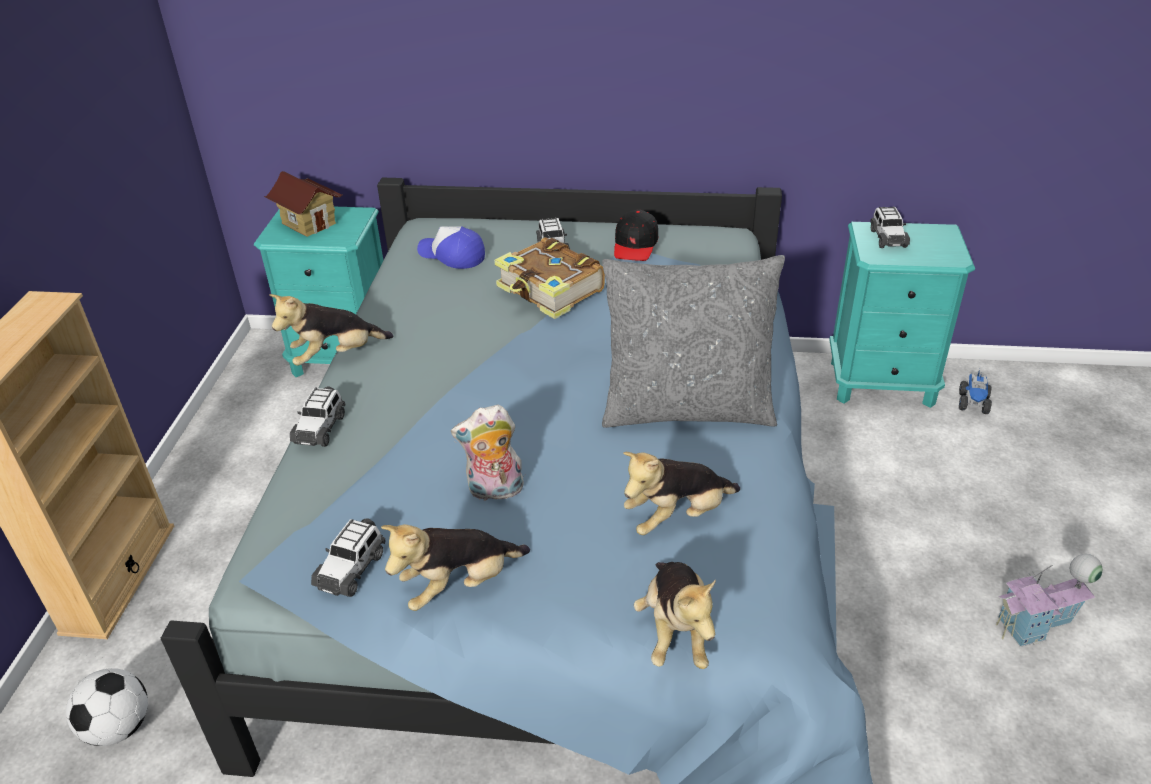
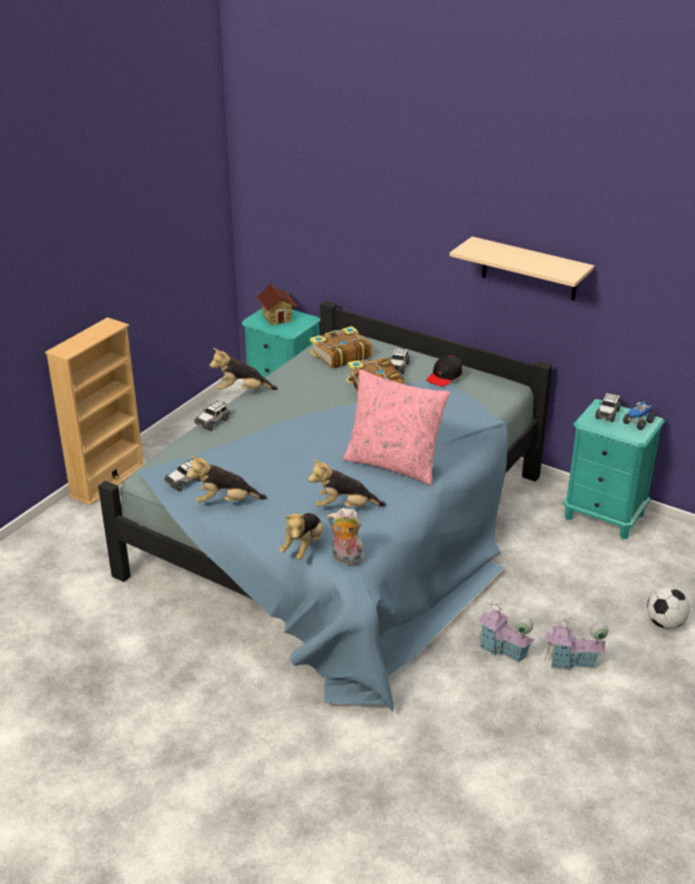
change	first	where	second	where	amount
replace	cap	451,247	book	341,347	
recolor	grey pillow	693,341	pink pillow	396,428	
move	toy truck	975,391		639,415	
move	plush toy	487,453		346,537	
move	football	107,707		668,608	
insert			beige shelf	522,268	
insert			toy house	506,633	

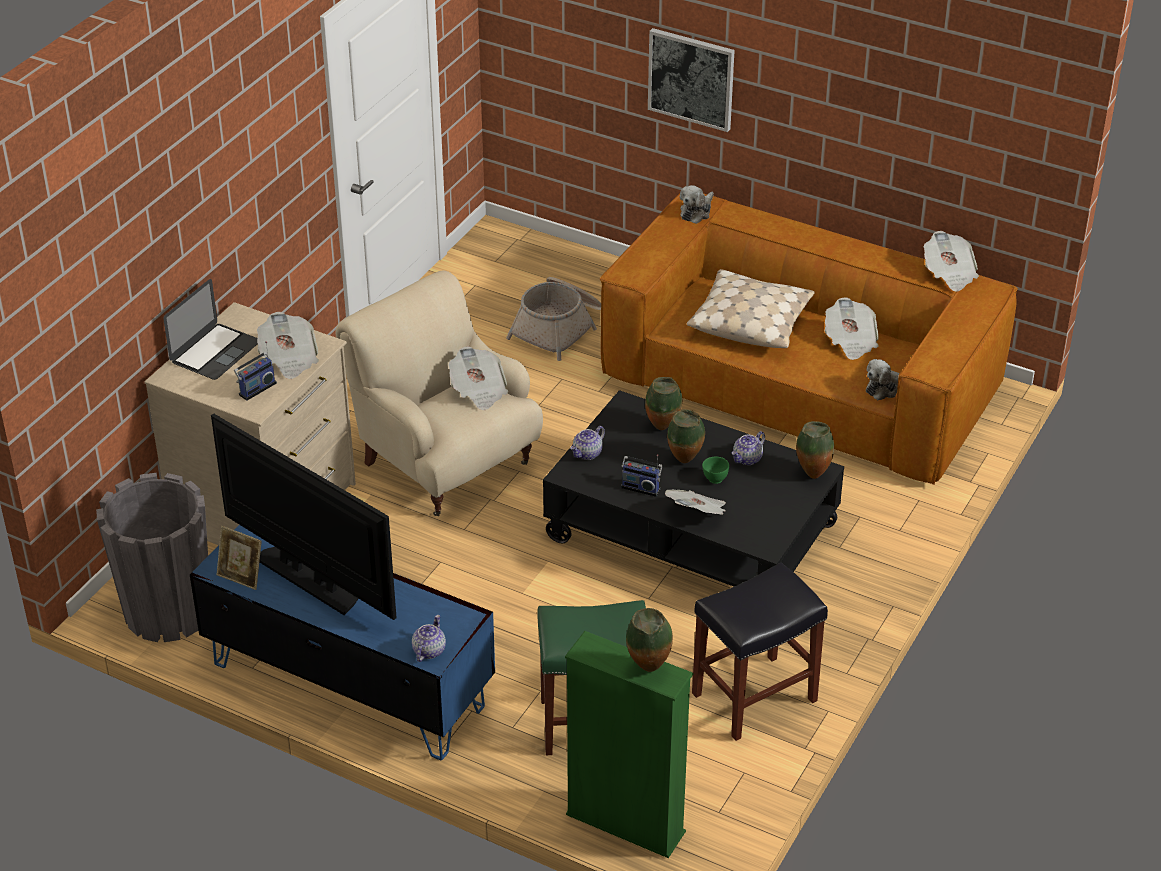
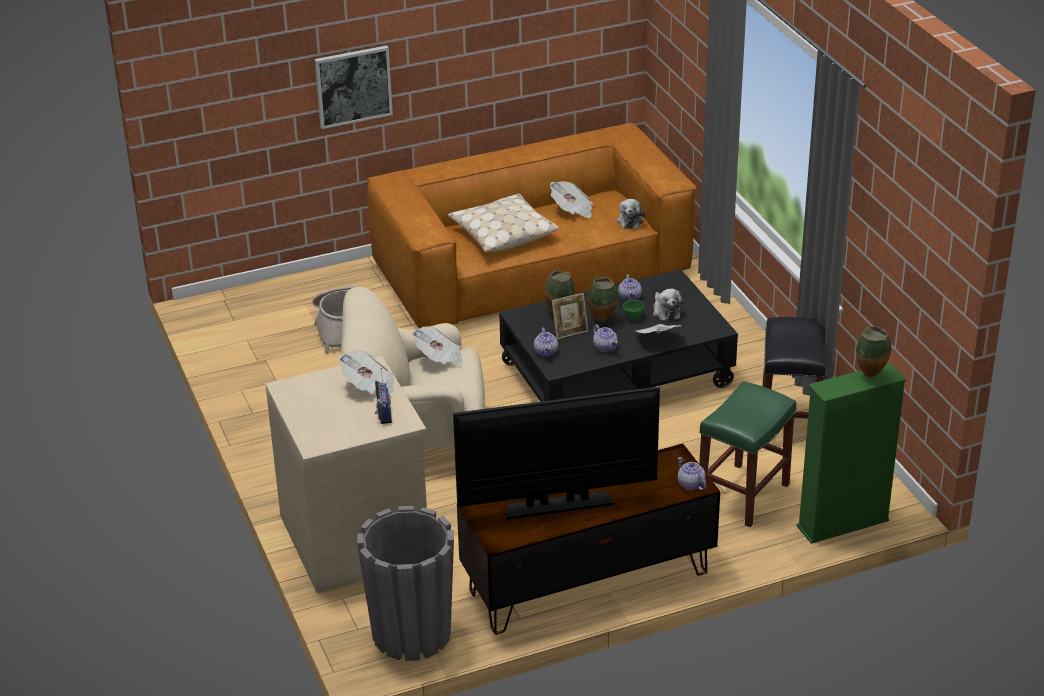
change	first	where	second	where	amount
move	plush toy	697,204		668,305	
delete	newspaper	951,261			
delete	laptop	210,329			
delete	vase	815,450			
replace	radio	642,475	teapot	605,338	
recolor	blue tv stand	342,643	brown tv stand	588,539	
move	picture frame	239,558		570,316	

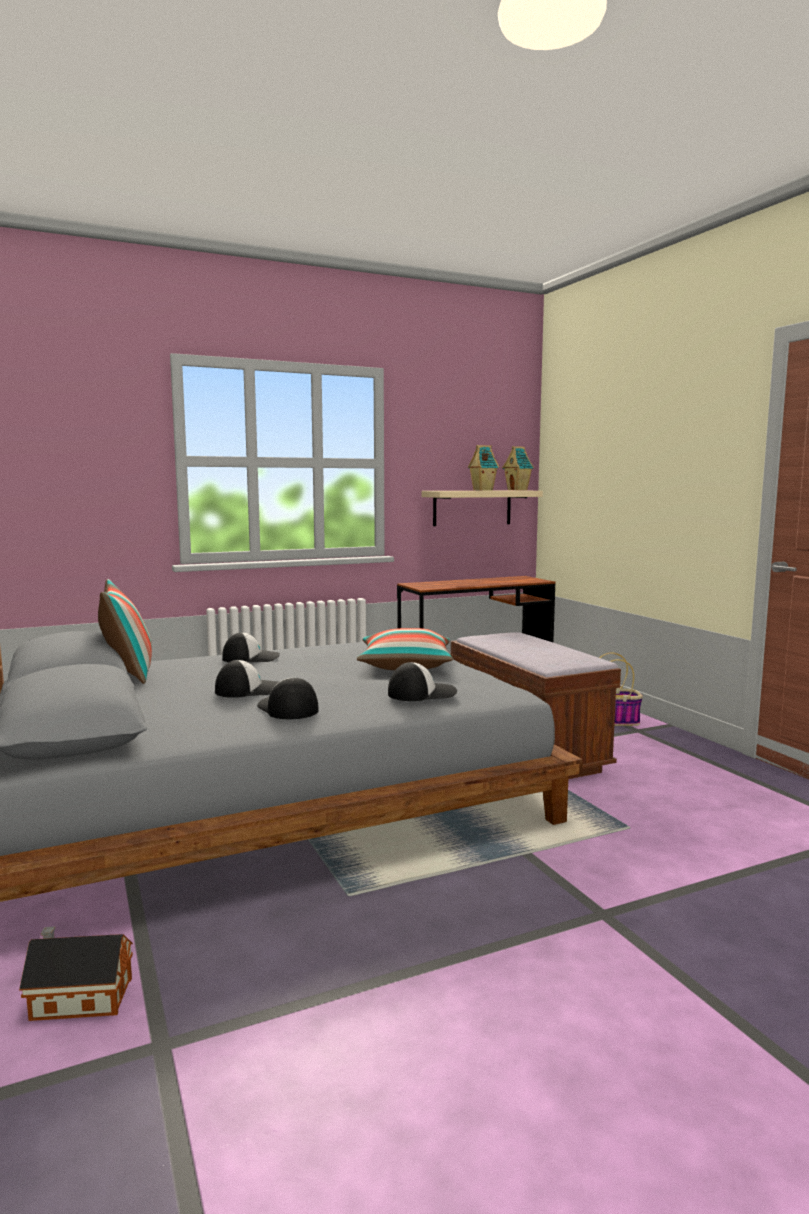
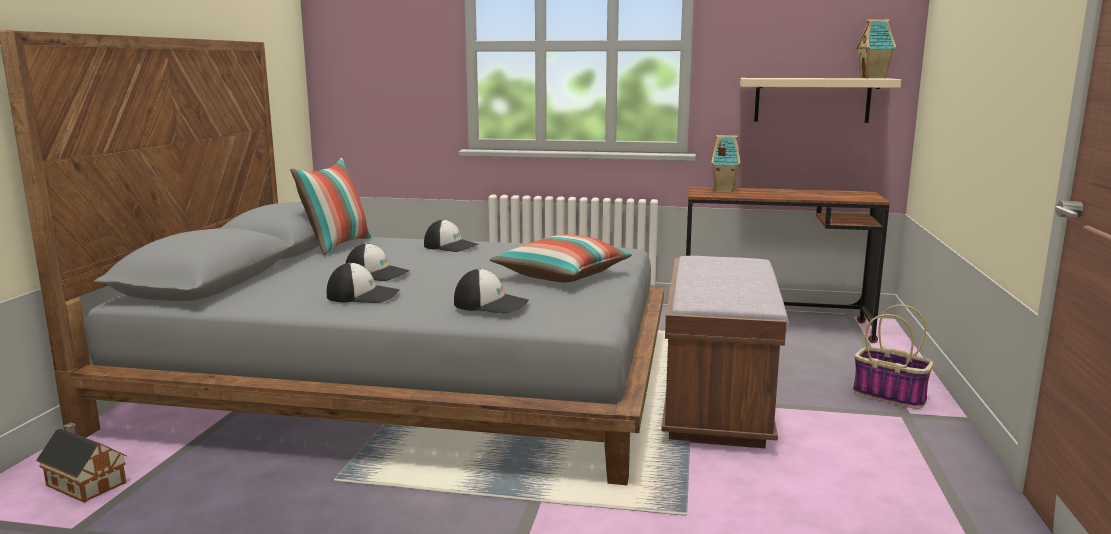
change	first	where	second	where	amount
move	toy house	483,468		725,163	
rotate	cap	288,698		363,283	90 degrees clockwise

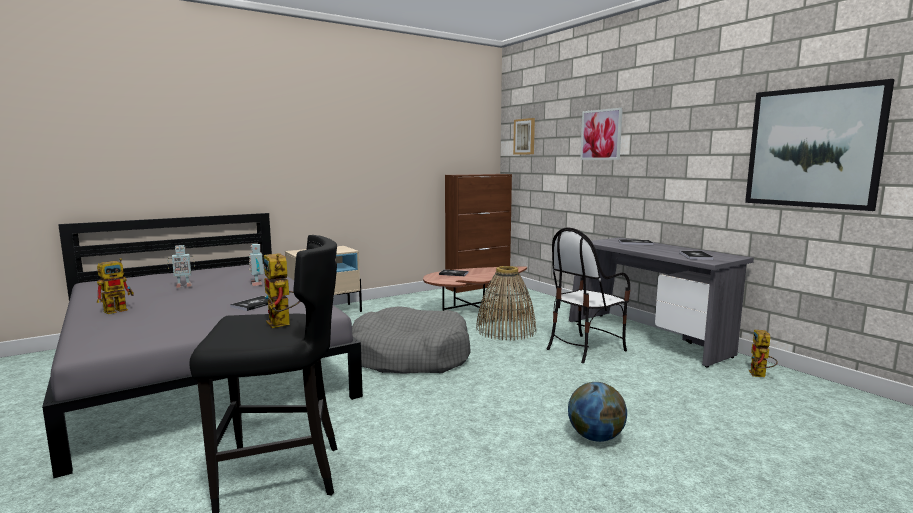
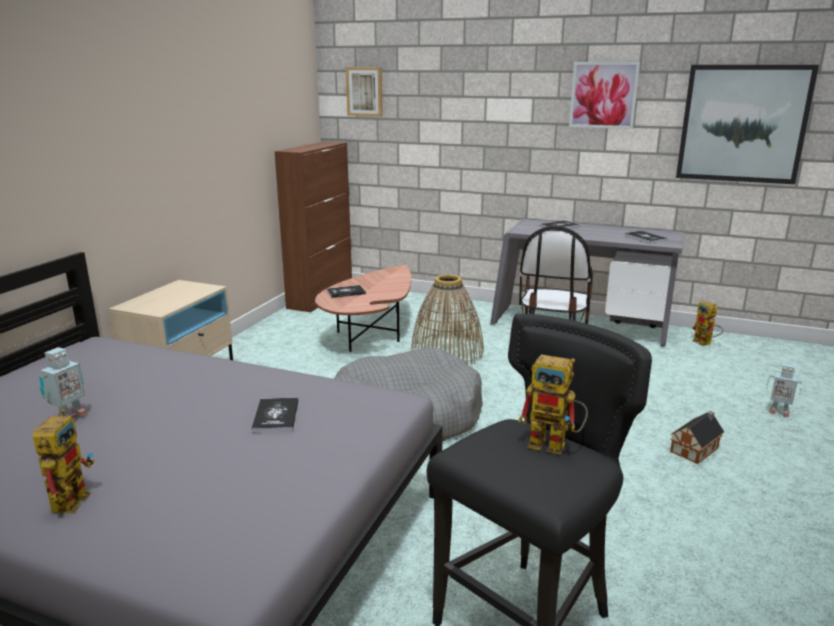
change	first	where	second	where	amount
move	picture	601,134		604,95	
move	toy robot	256,265		784,390	
replace	globe	597,412	toy house	697,437	

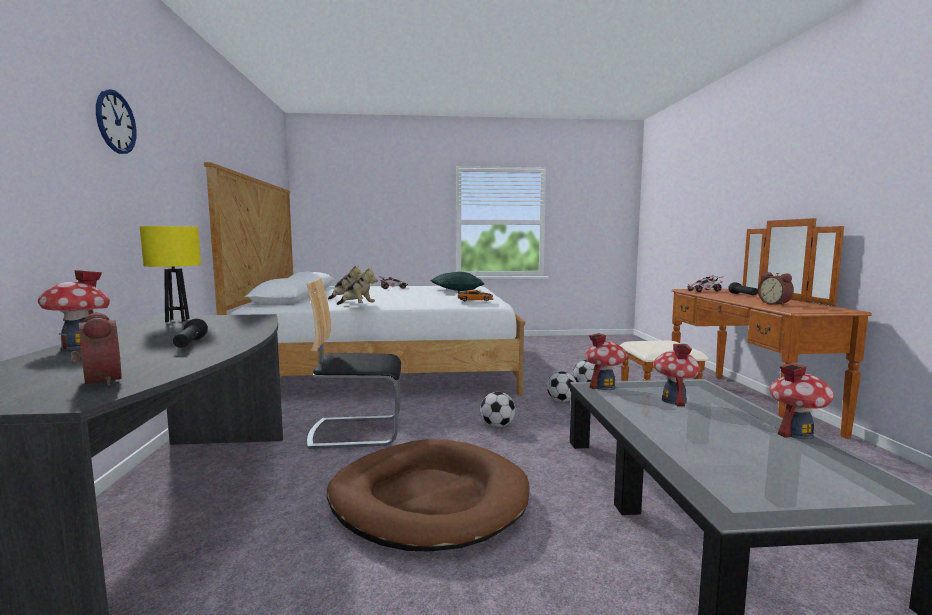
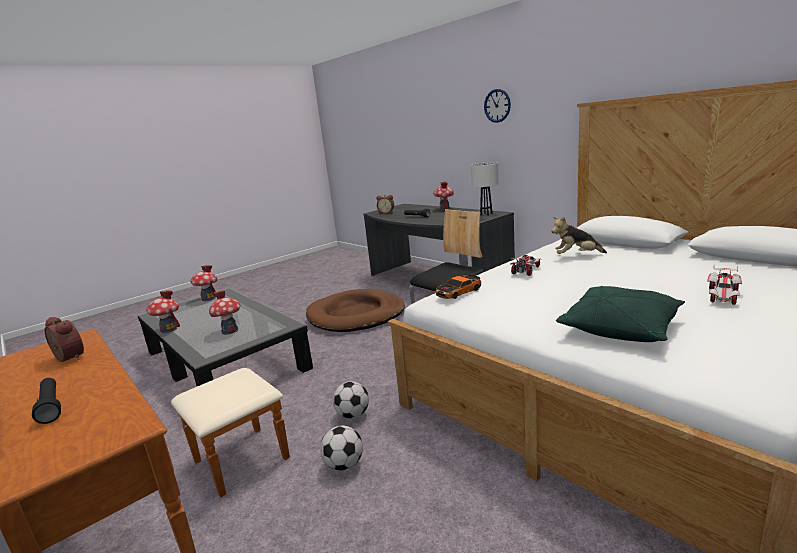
change	first	where	second	where	amount
recolor	yellow table lamp	170,274	white table lamp	485,189	
delete	plush toy	357,285			
move	toy car	705,283		525,265	
move	toy house	606,361		203,283	
delete	football	498,409			

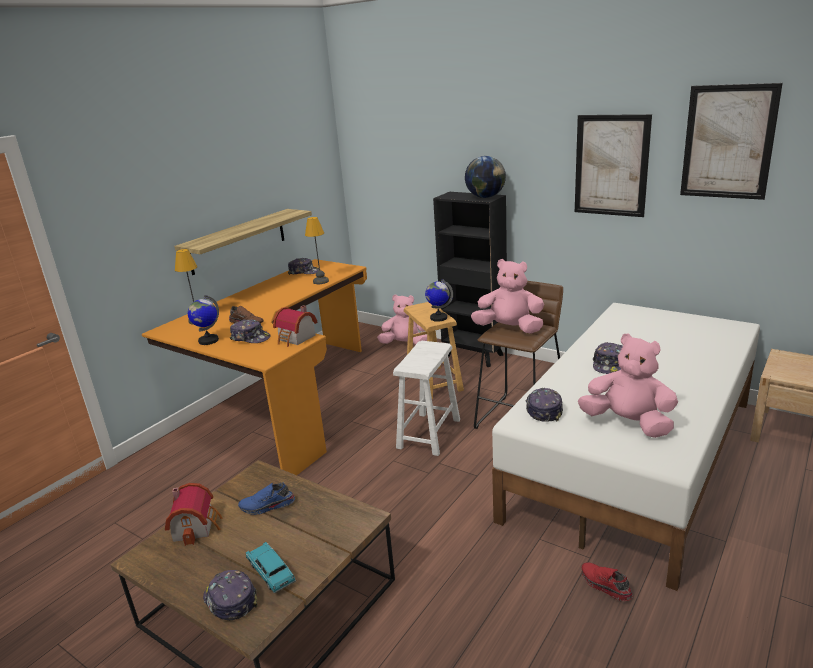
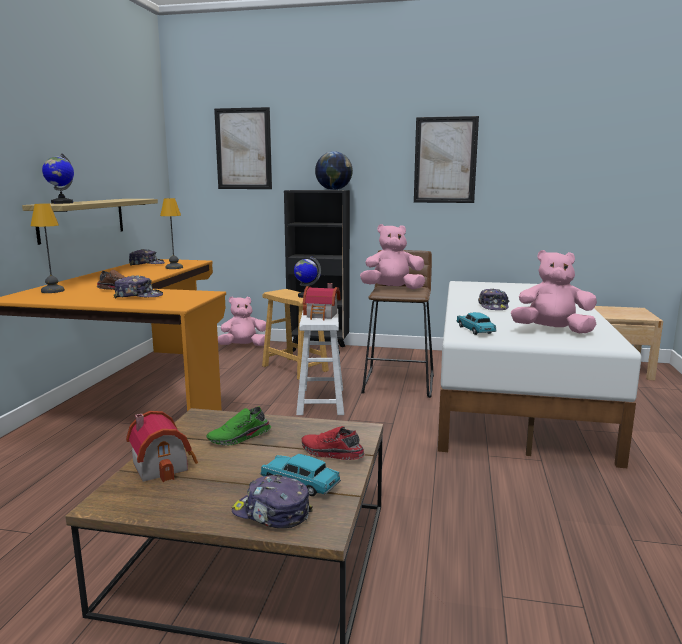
change	first	where	second	where	amount
move	picture	731,141		243,148	
move	globe	203,320		58,178	
move	toy house	295,326		322,301	
replace	cap	544,405	turquoise toy car	476,323	
recolor	blue shoe	266,498	green shoe	238,426	
move	red shoe	607,581		333,443	

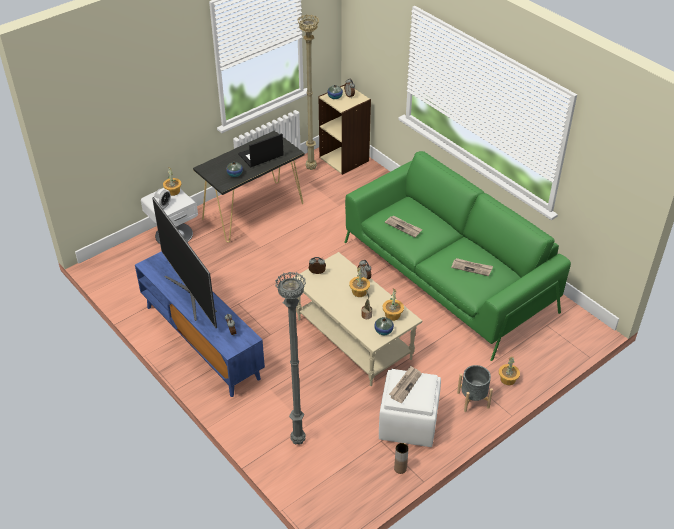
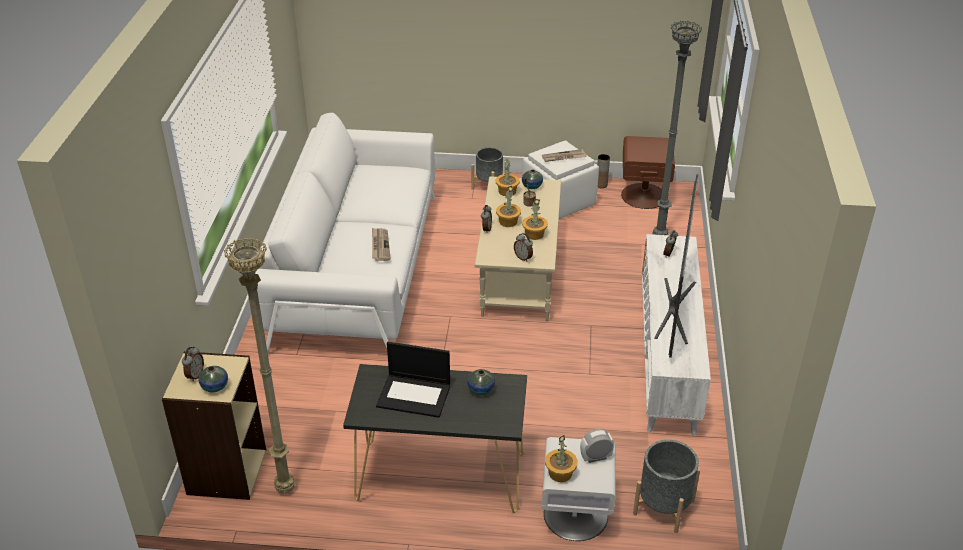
change	first	where	second	where	amount
recolor	green sofa	457,256	white sofa	345,232	
recolor	blue tv stand	200,324	white tv stand	676,335	
delete	newspaper	472,267			
move	potted plant	509,371		535,219	
insert			brown nightstand	648,172	
insert			grey planter	666,486	

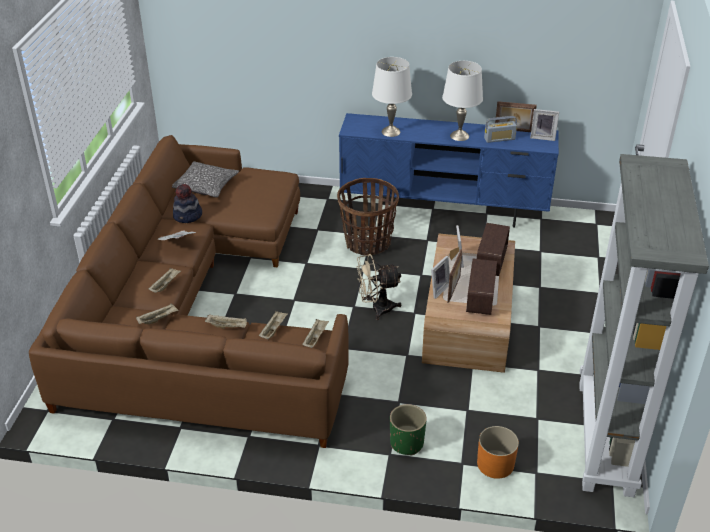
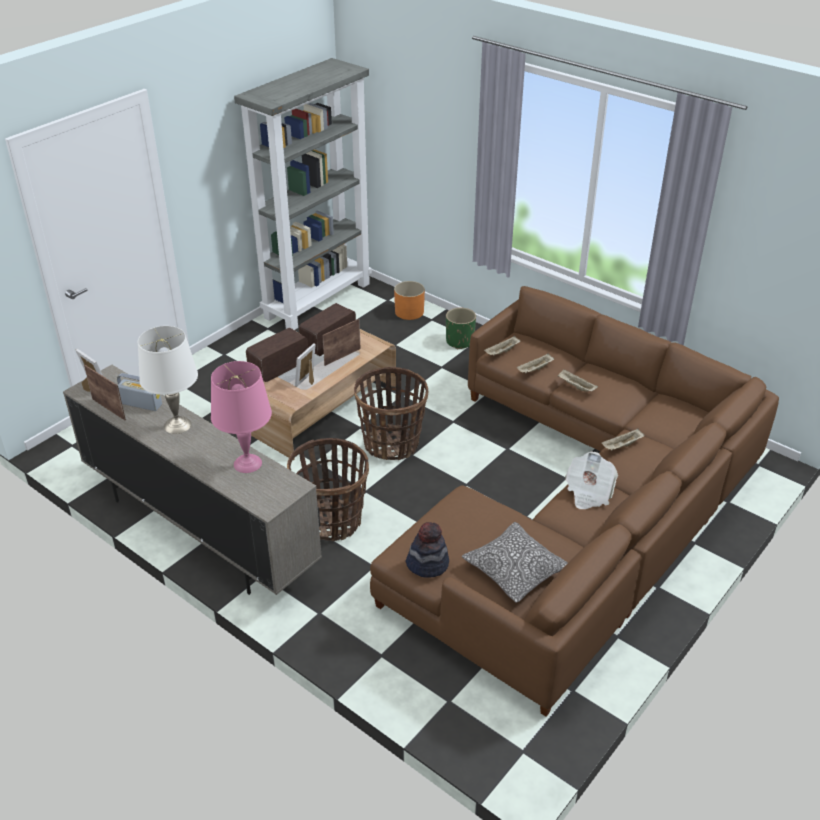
change	first	where	second	where	amount
recolor	white table lamp	392,97	pink table lamp	241,417	
recolor	blue tv stand	449,170	beige tv stand	192,480	
move	hat	187,203		427,550	
replace	beige fan	379,287	basket	391,413	
delete	picture frame	440,277			
delete	beige tray	157,313			

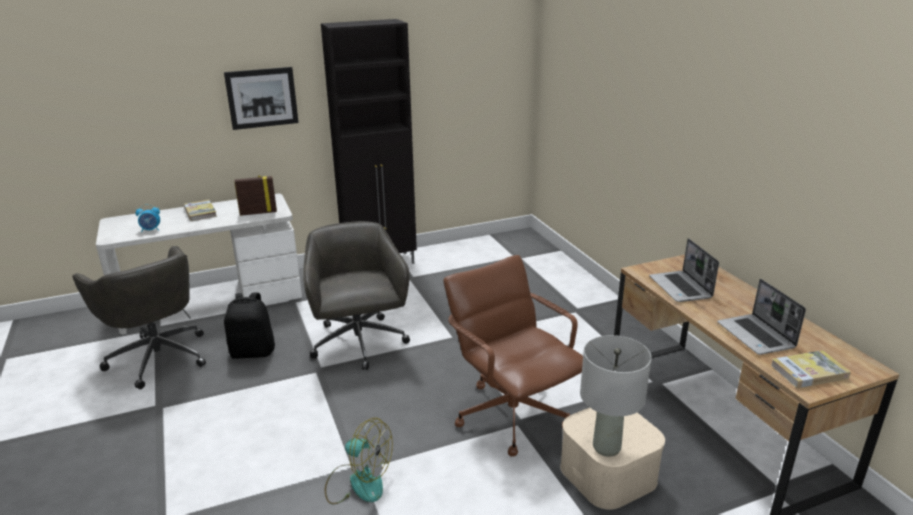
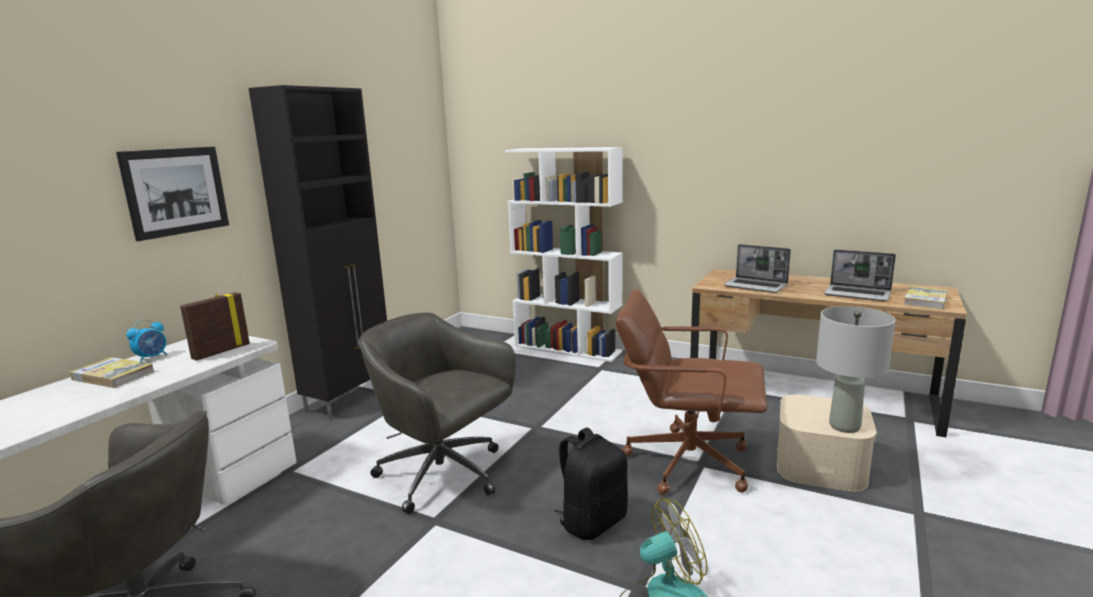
change	first	where	second	where	amount
move	alarm clock	147,218		146,341	
move	black backpack	249,326		591,484	
insert			white bookcase	564,254	

